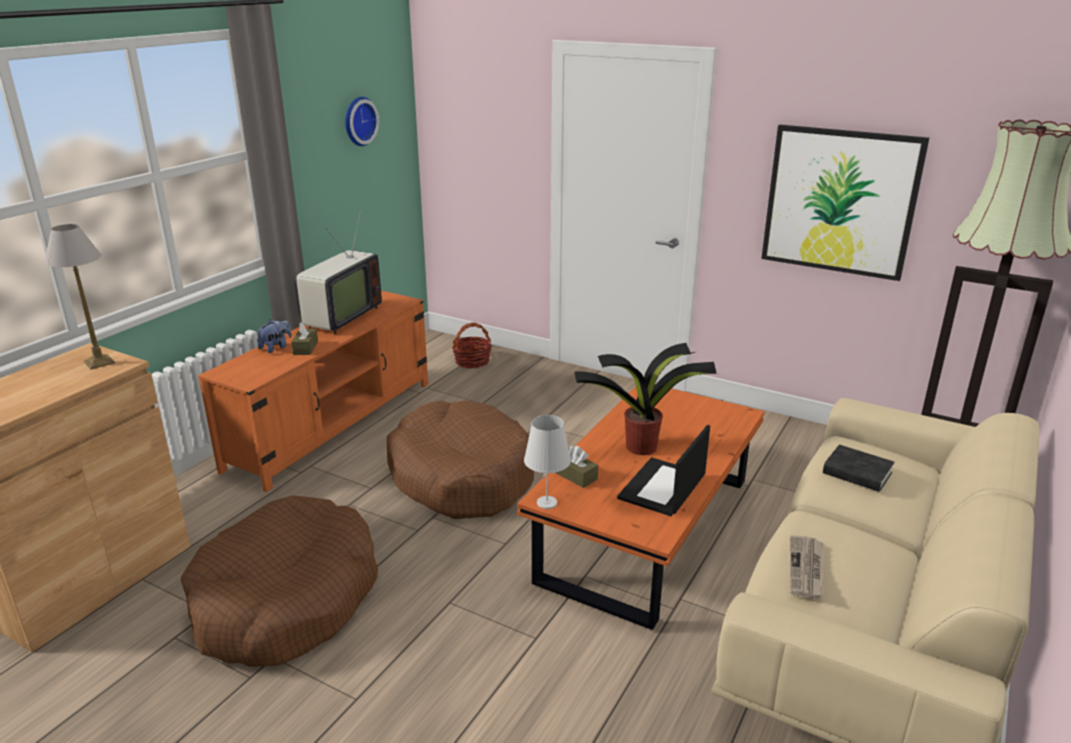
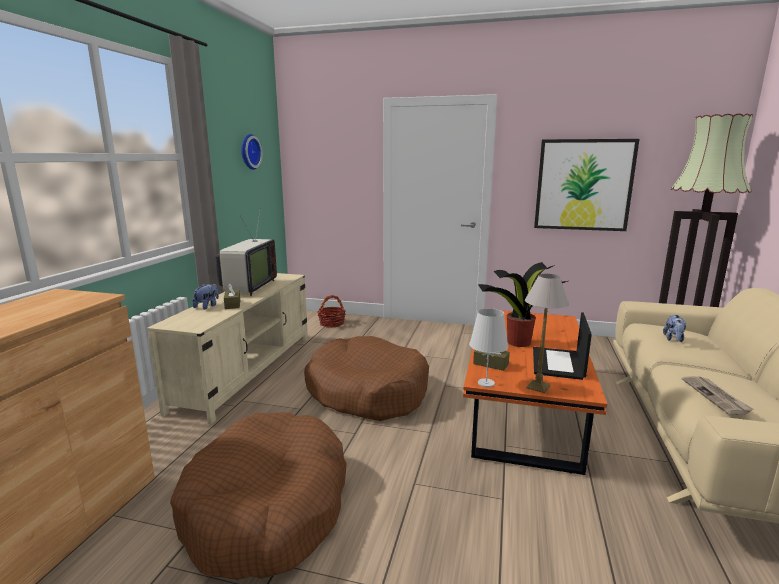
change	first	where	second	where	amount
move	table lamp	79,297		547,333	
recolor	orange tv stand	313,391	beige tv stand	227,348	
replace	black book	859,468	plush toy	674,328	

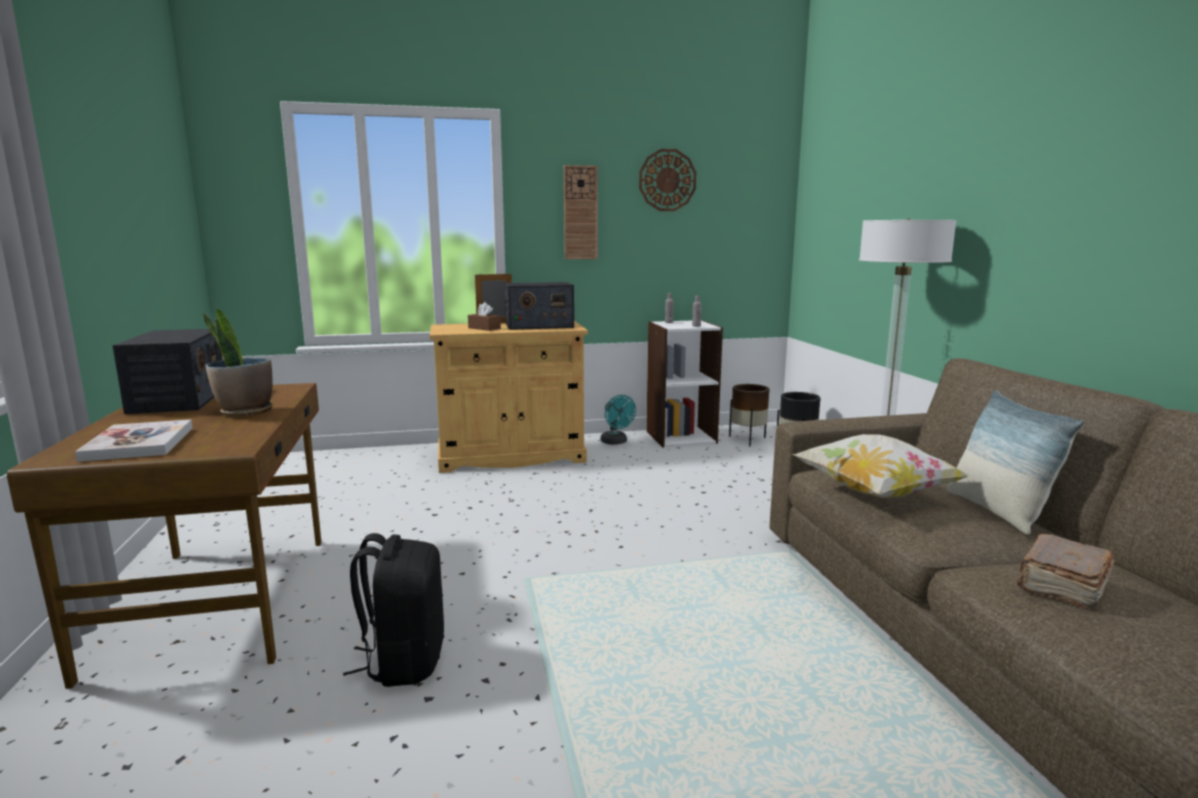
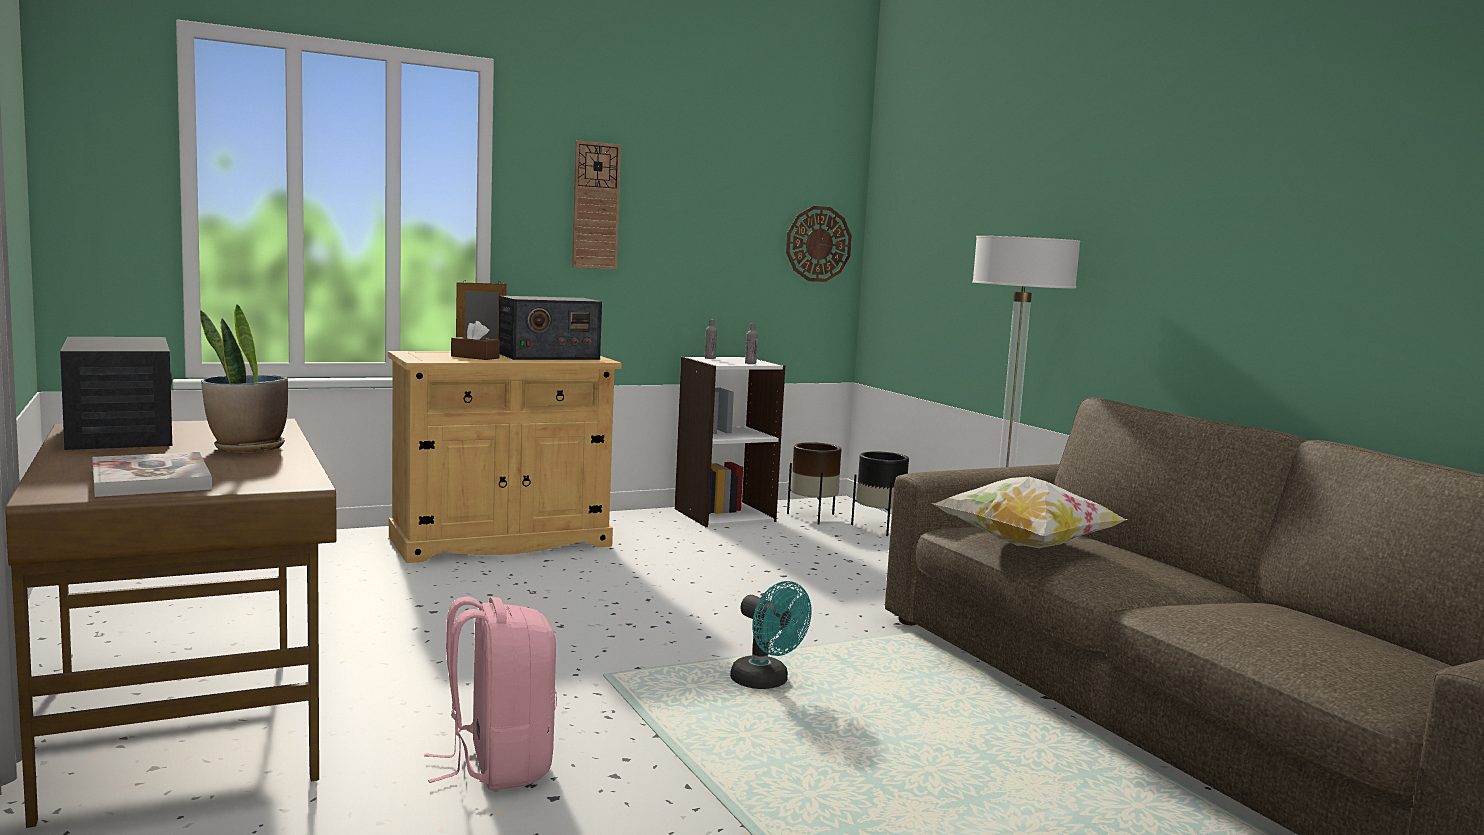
change	first	where	second	where	amount
move	wall clock	667,180		819,244	
delete	pillow	1015,462			
move	turquoise fan	618,420		771,635	
recolor	black backpack	393,610	pink backpack	490,693	
delete	brown book	1065,571			

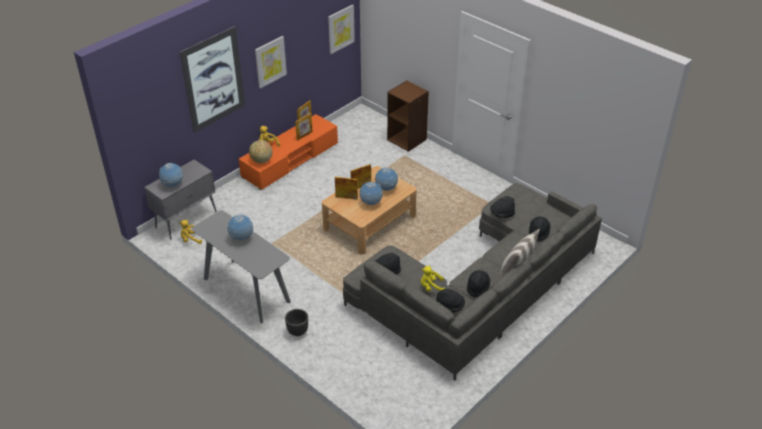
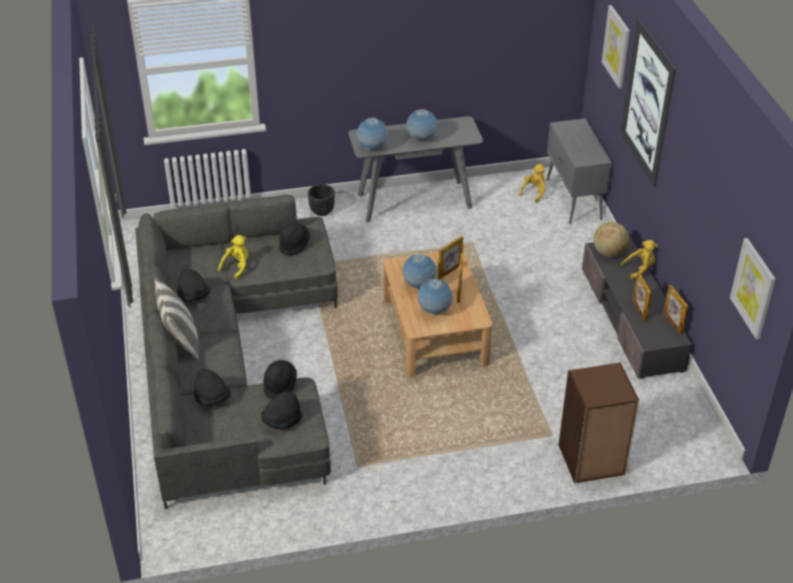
change	first	where	second	where	amount
move	picture	271,62		616,46	
recolor	orange tv stand	288,152	grey tv stand	637,308	
move	globe	171,175		372,134	
move	black hat	450,301		281,411	

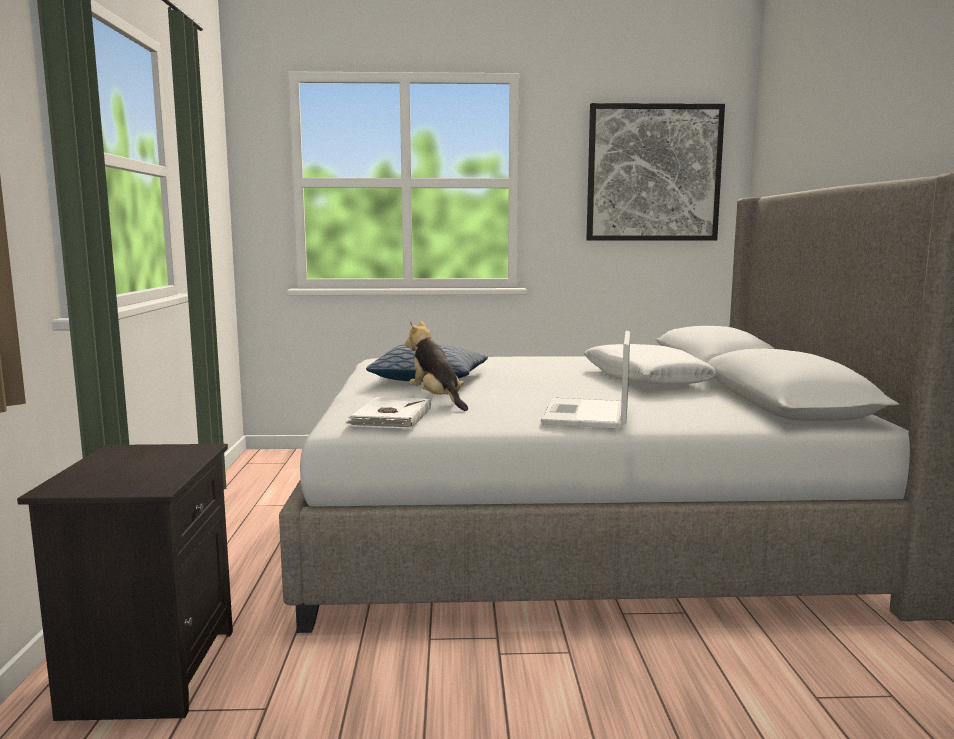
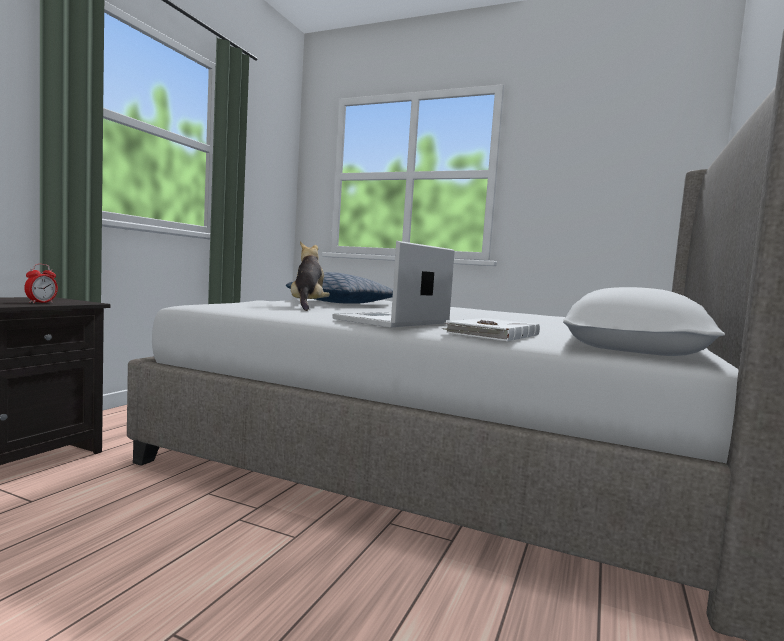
change	first	where	second	where	amount
delete	picture	655,172			
delete	white pillow	650,364			
move	white book	388,413		490,329	
insert			alarm clock	41,283	

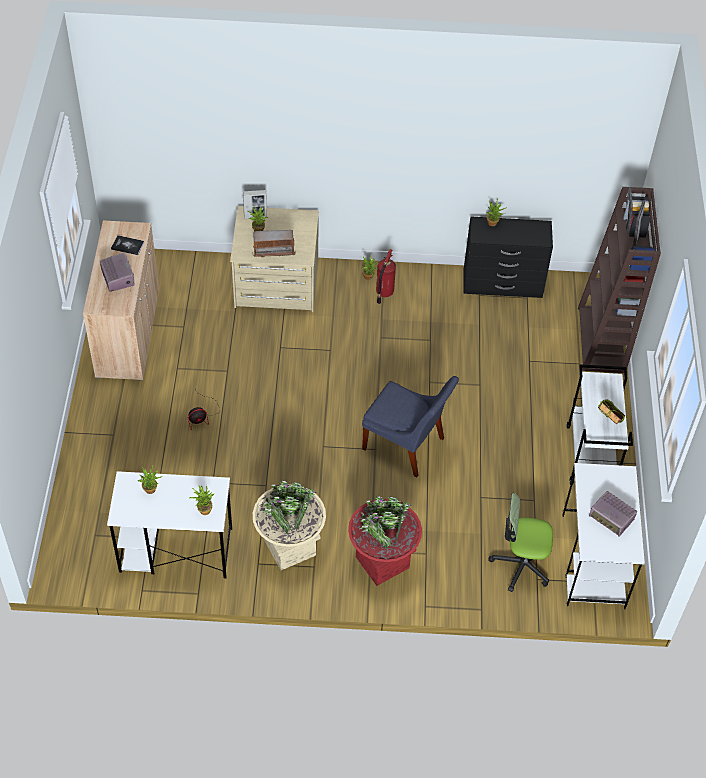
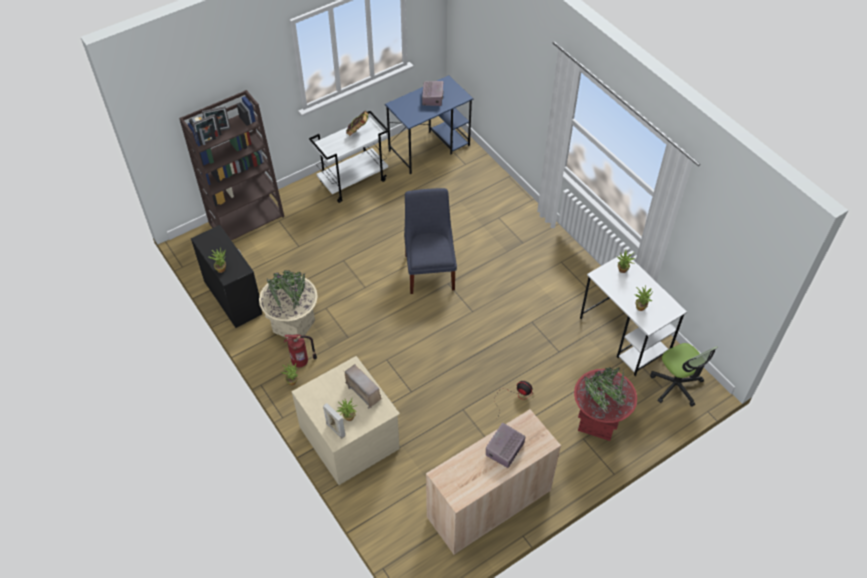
change	first	where	second	where	amount
delete	book	127,245			
recolor	white desk	603,536	blue desk	429,124	
move	beige planter	289,525		288,304	
move	office chair	521,542		684,375	
move	red planter	385,541		605,404	

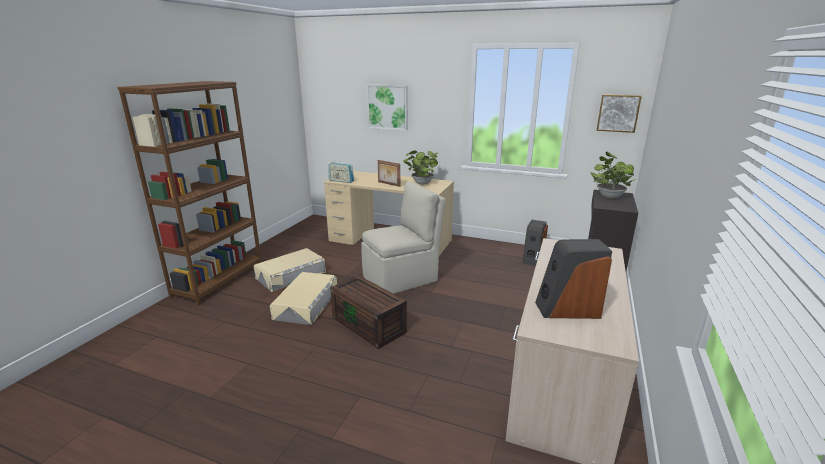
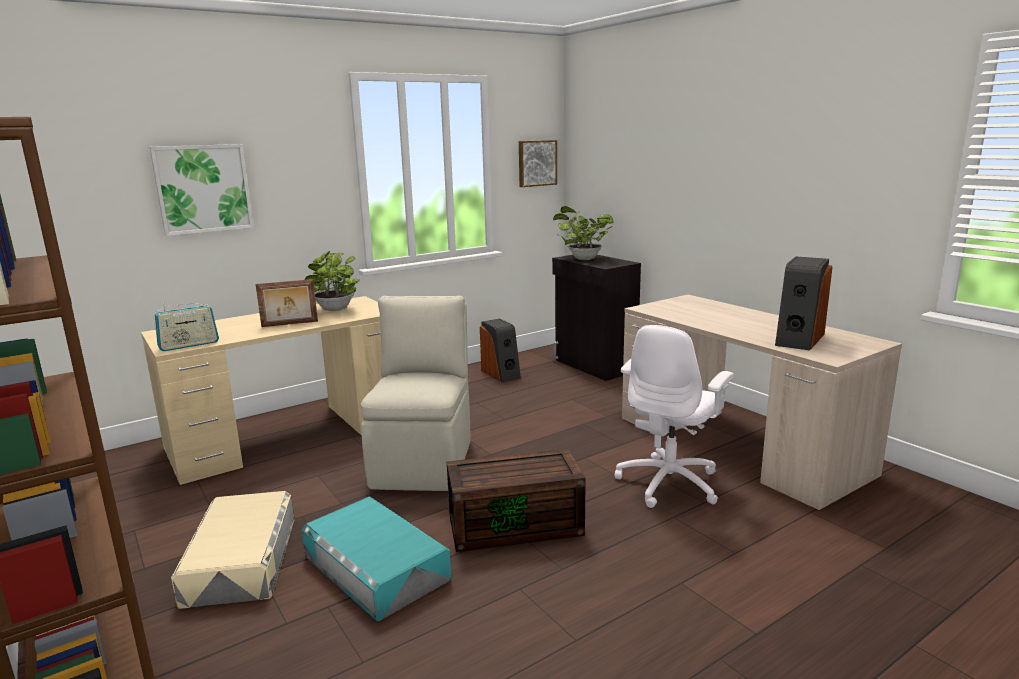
change	first	where	second	where	amount
recolor	beige storage box	303,298	turquoise storage box	376,559	
insert			white office chair	674,416	

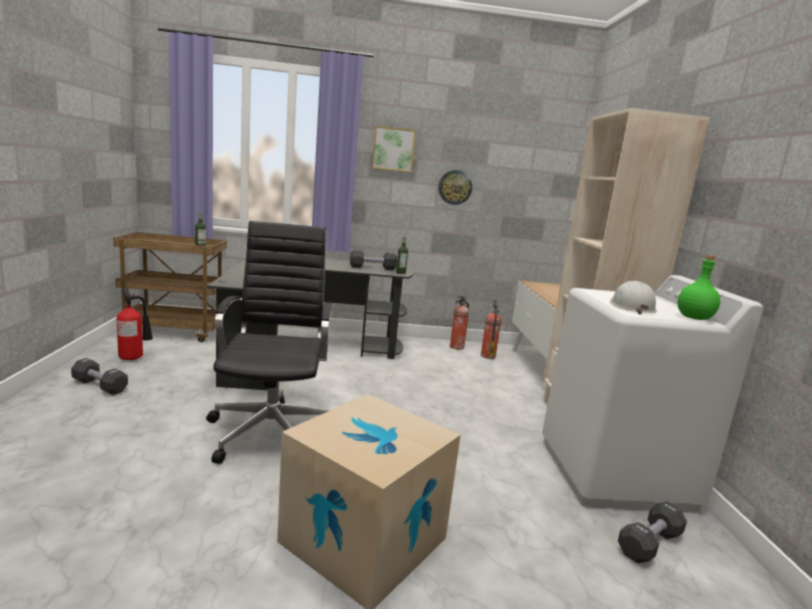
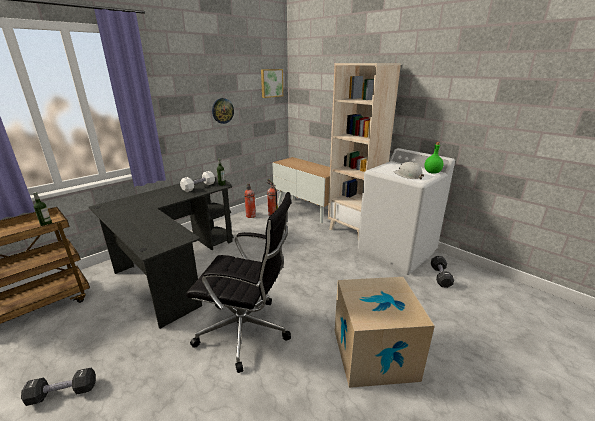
change	first	where	second	where	amount
move	picture	394,149		272,83	
rotate	black office chair	269,342		238,282	150 degrees clockwise
recolor	black dumbbell	373,259	white dumbbell	197,181	
delete	fire extinguisher	135,324			

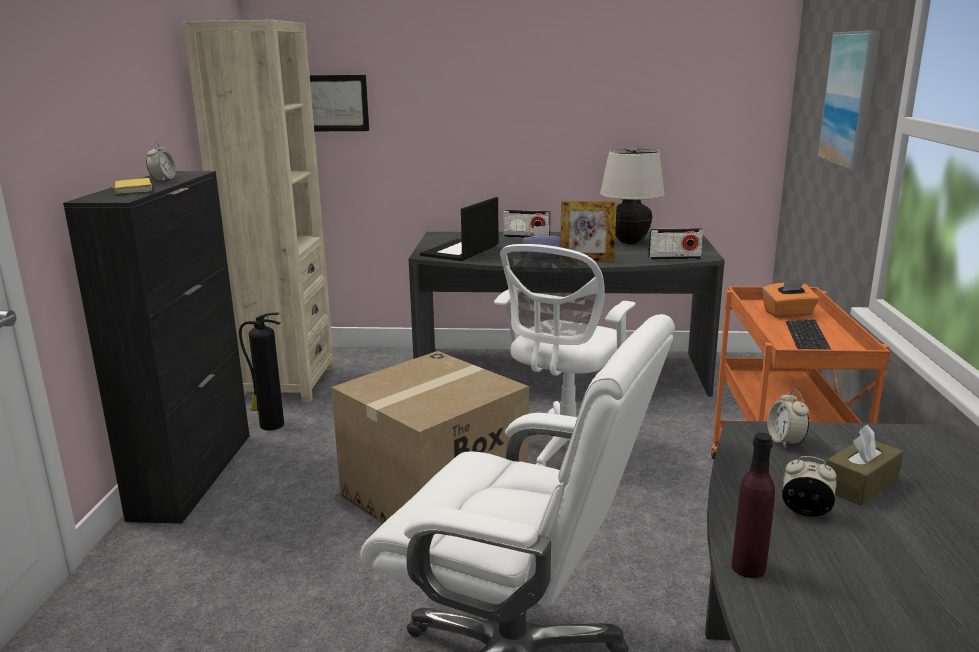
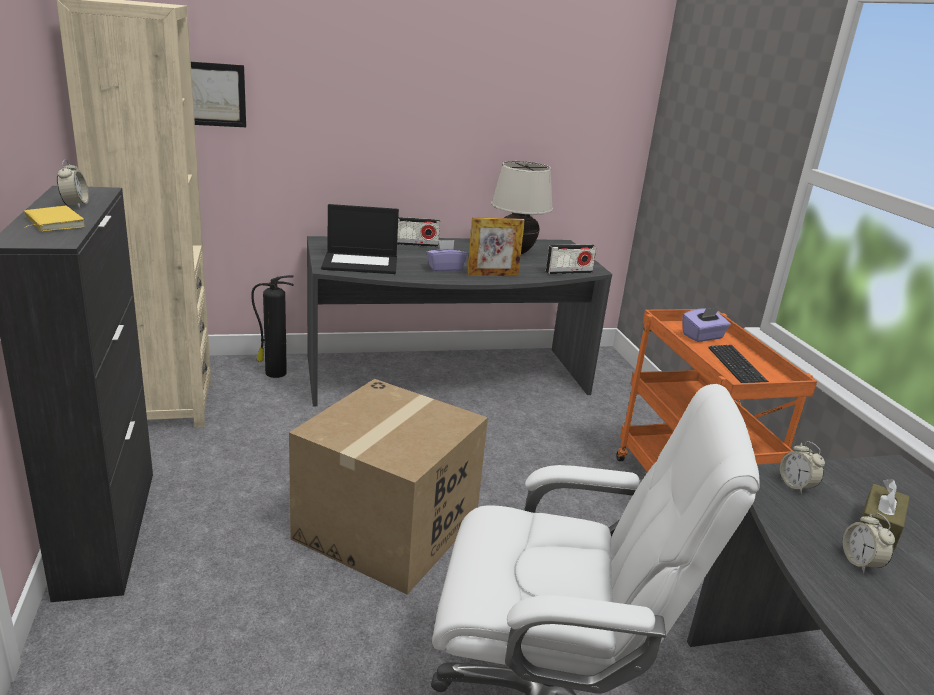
change	first	where	second	where	amount
delete	picture	849,100			
rotate	laptop	459,229		360,239	105 degrees counterclockwise
delete	white office chair	565,355			
recolor	orange tissue box	790,298	purple tissue box	707,324	
move	fire extinguisher	261,372		272,326	
delete	purple bottle	753,505			
rotate	alarm clock	809,486		869,543	105 degrees counterclockwise

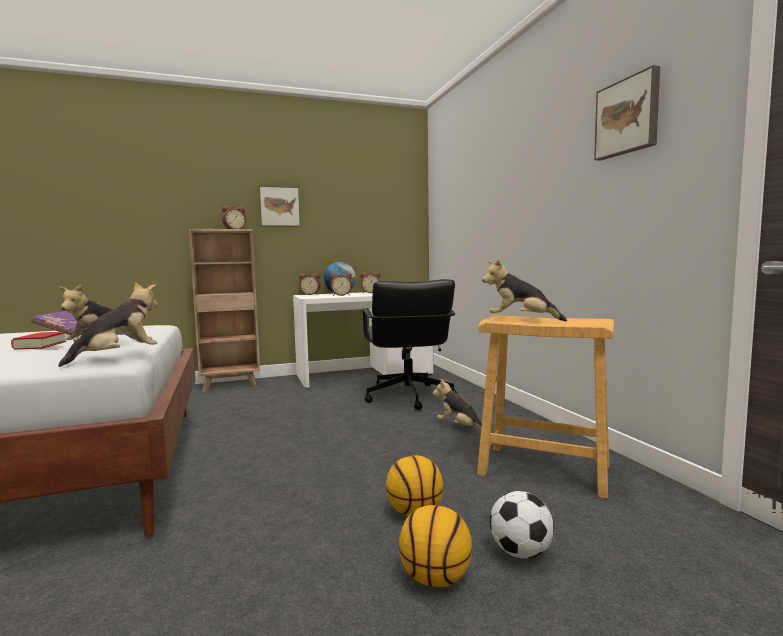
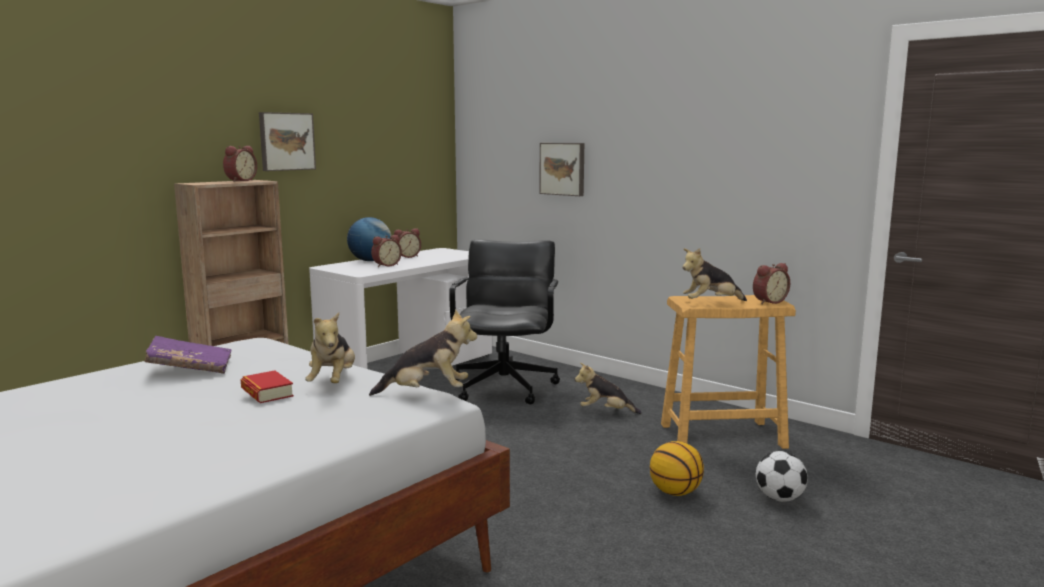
change	first	where	second	where	amount
move	picture	627,113		561,169	
move	alarm clock	309,284		771,283	
rotate	black office chair	410,344		504,322	135 degrees counterclockwise
rotate	plush toy	108,325		423,352	75 degrees clockwise
delete	basketball	435,546			

